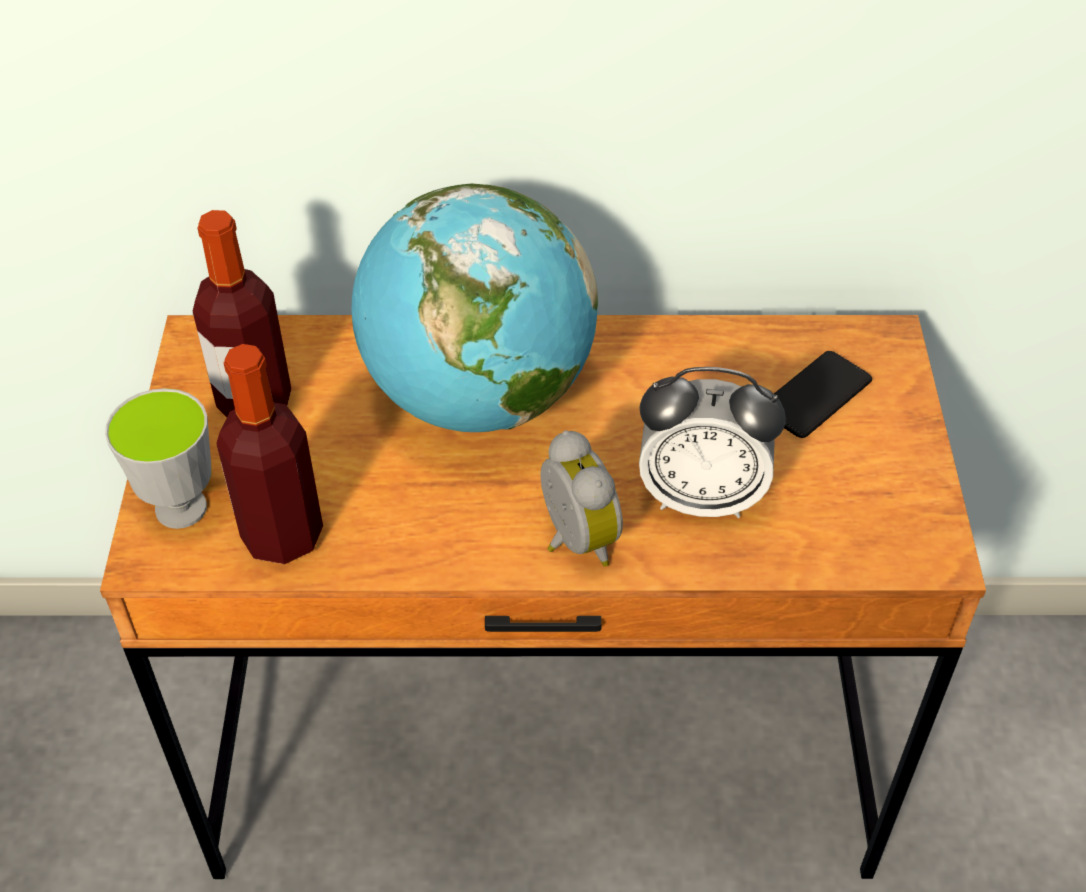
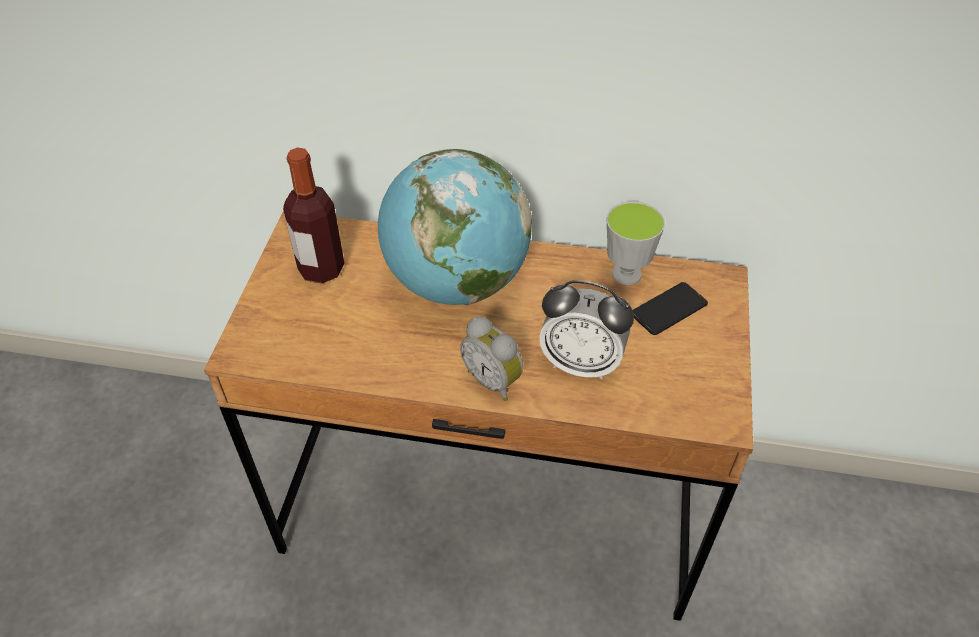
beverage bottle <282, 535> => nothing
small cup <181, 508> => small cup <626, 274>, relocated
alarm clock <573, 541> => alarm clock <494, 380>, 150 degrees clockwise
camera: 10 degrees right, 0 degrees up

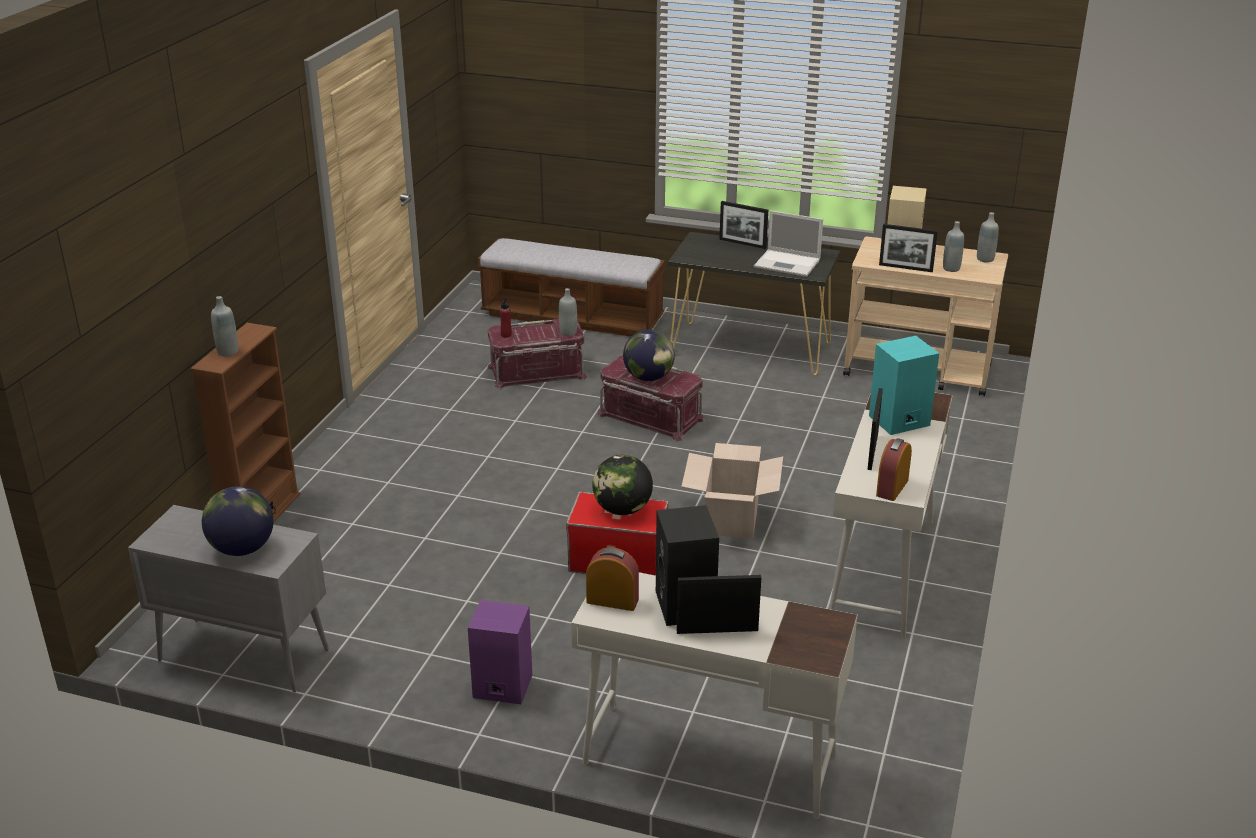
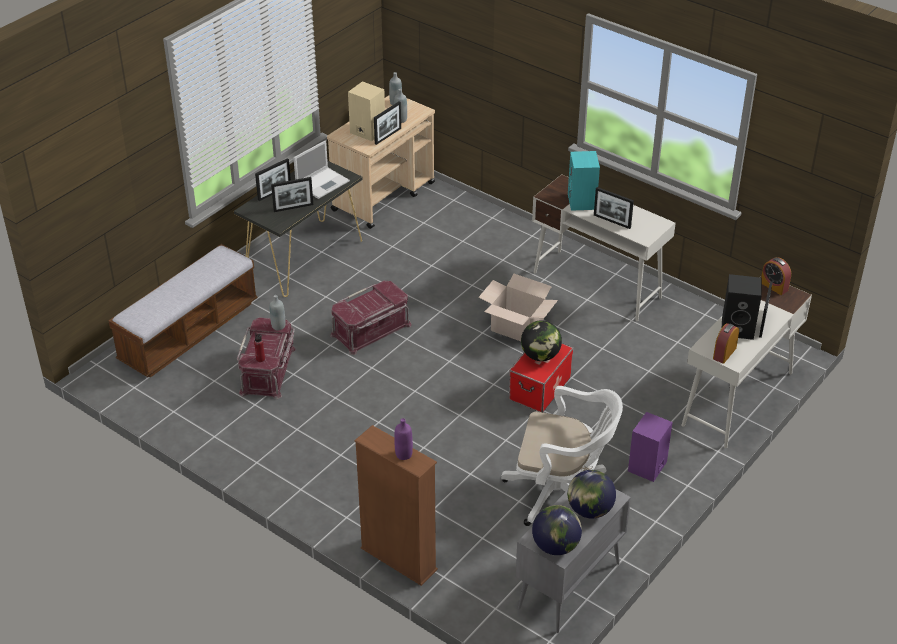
nothing => standing frame <293, 207>
nothing => white computer chair <561, 493>
world globe <649, 378> => world globe <556, 546>, relocated
alarm clock <892, 488> => alarm clock <774, 286>, relocated
grey beverage bottle <228, 352> => purple-coloured beverage bottle <403, 454>
camera: 70 degrees left, 10 degrees up

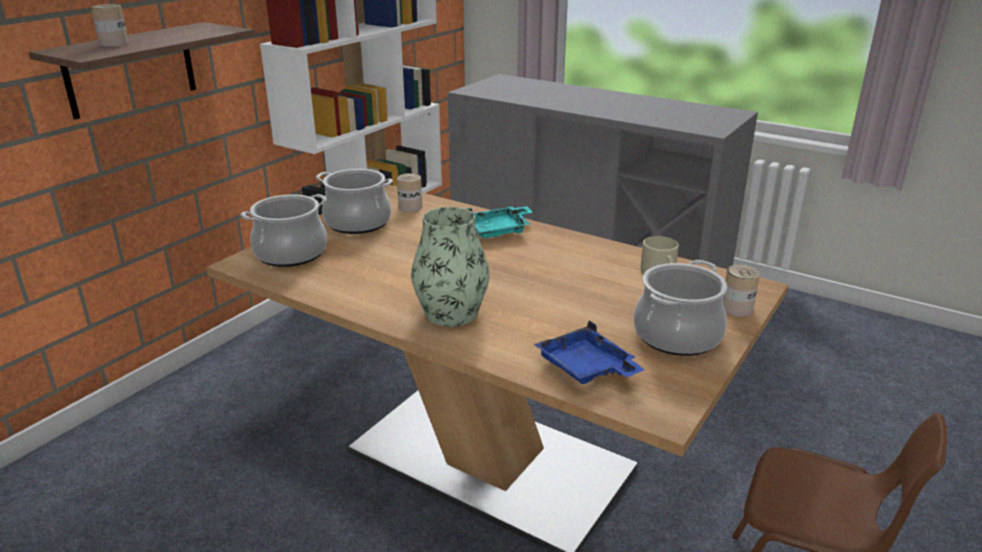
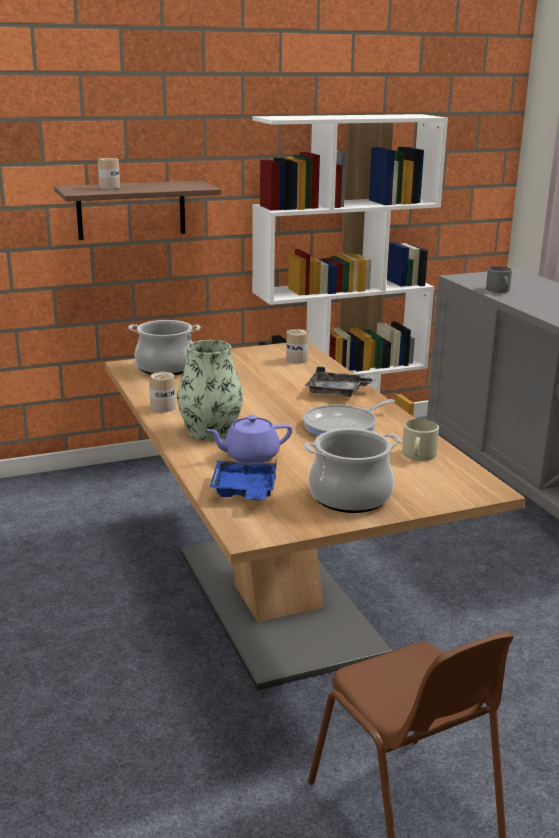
saucepot <358, 223> => nothing
nothing => purple-coloured teapot <250, 456>
nothing => frying pan <343, 426>
nothing => grey mug <499, 290>
sealed can <737, 308> => sealed can <163, 407>, relocated
turquoise-coloured tray <499, 230> => grey tray <337, 392>
camera: 35 degrees right, 5 degrees down

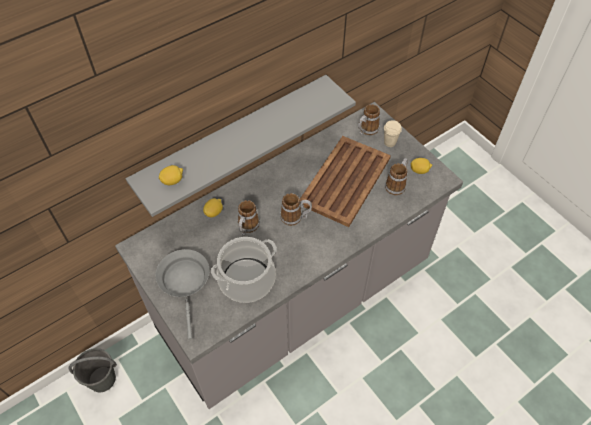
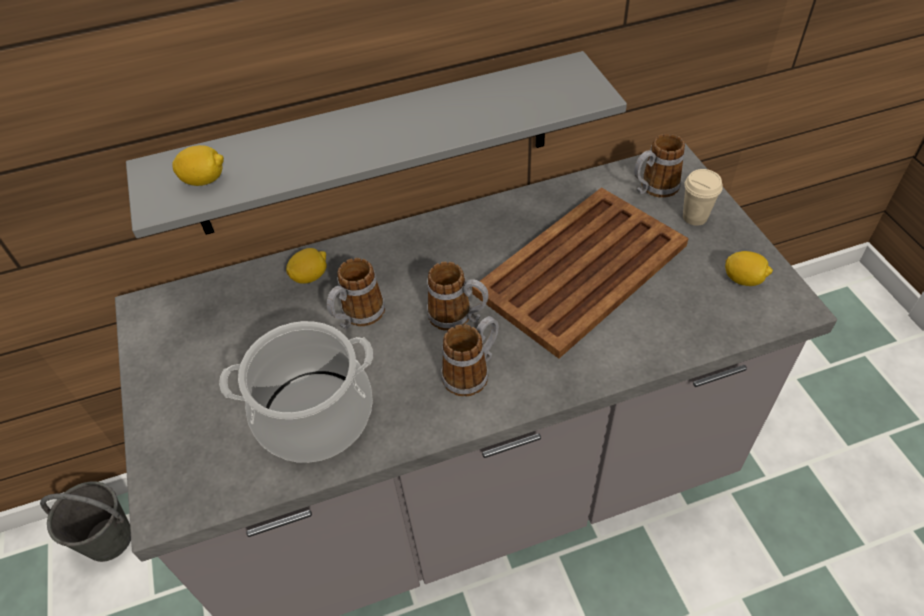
grey frying pan <185, 282> => nothing
mug <396, 184> => mug <472, 372>, relocated
camera: 20 degrees right, 5 degrees down

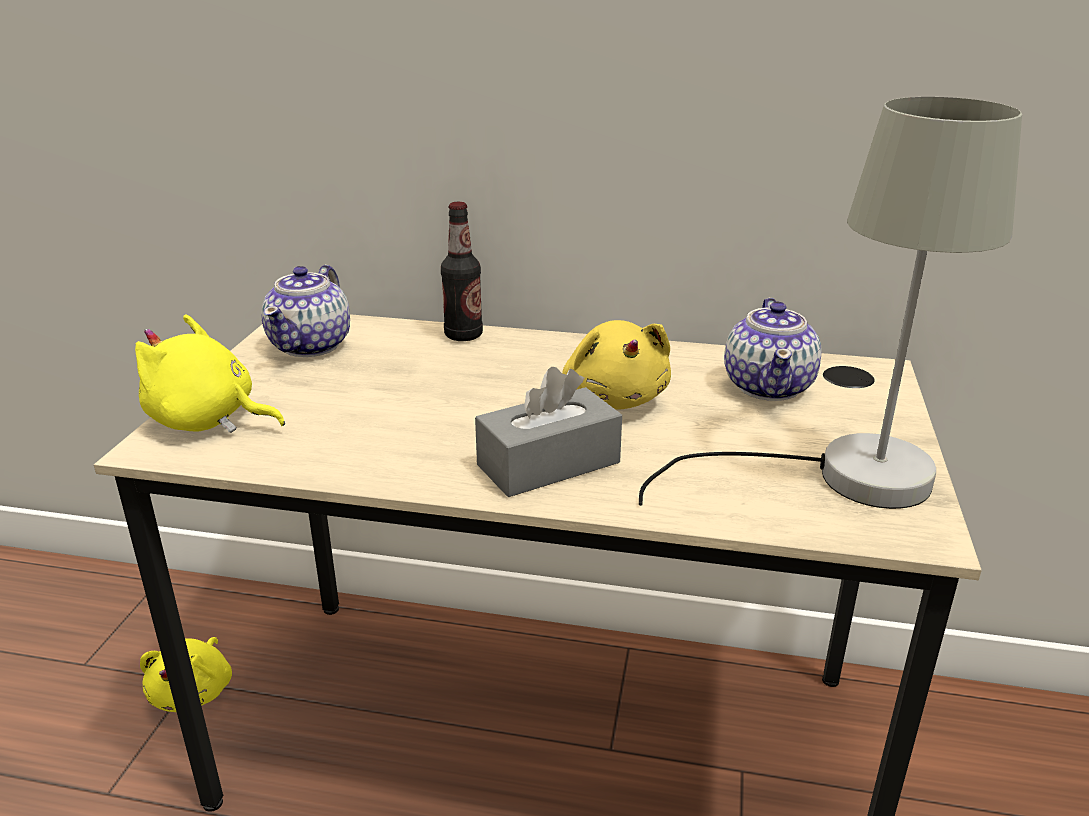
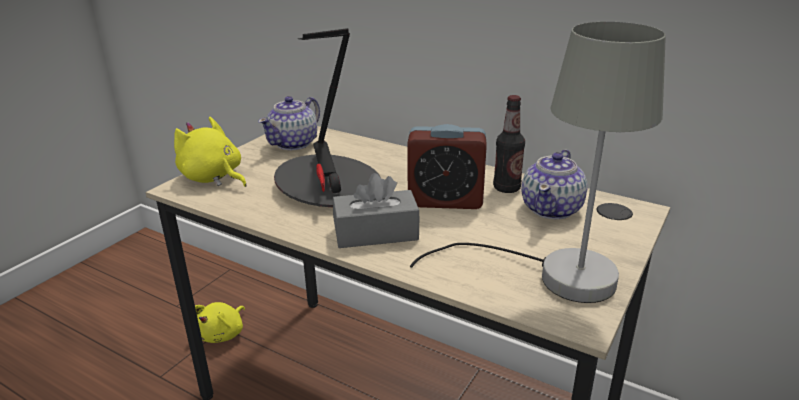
nothing => table lamp <328, 185>
beverage bottle <463, 335> => beverage bottle <506, 188>, relocated
yellow-coloured soft toy <614, 398> => alarm clock <445, 200>
camera: 20 degrees right, 0 degrees up

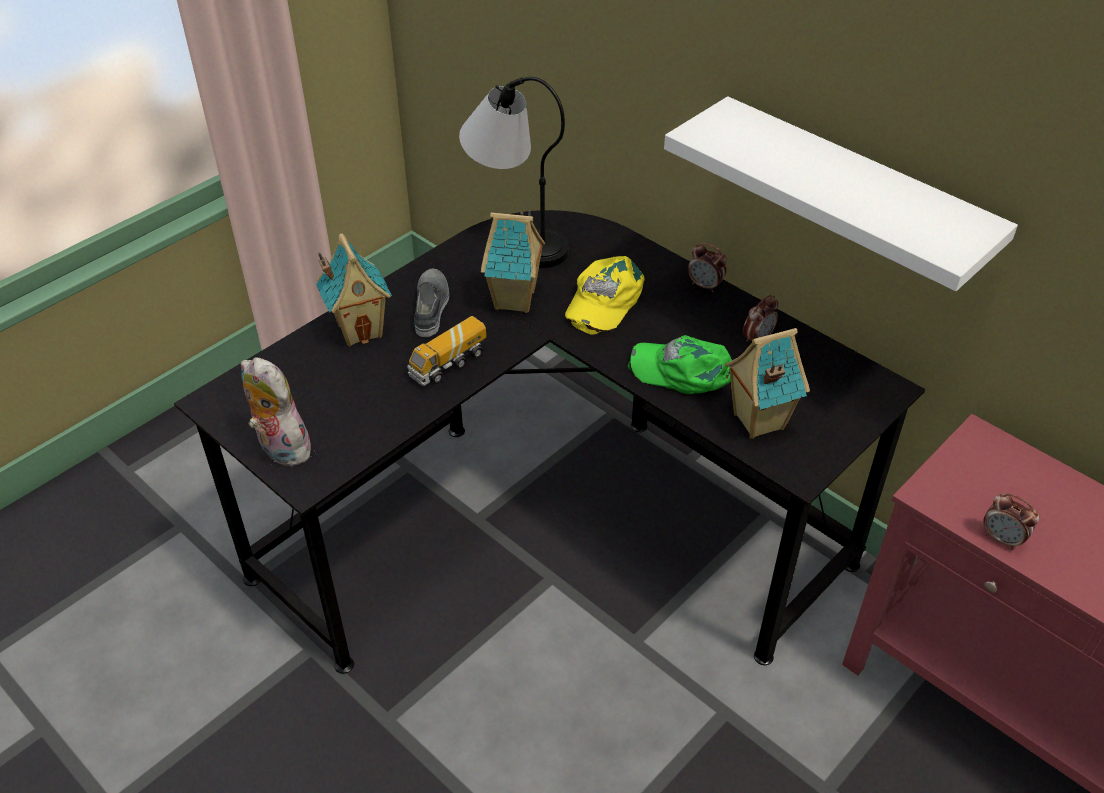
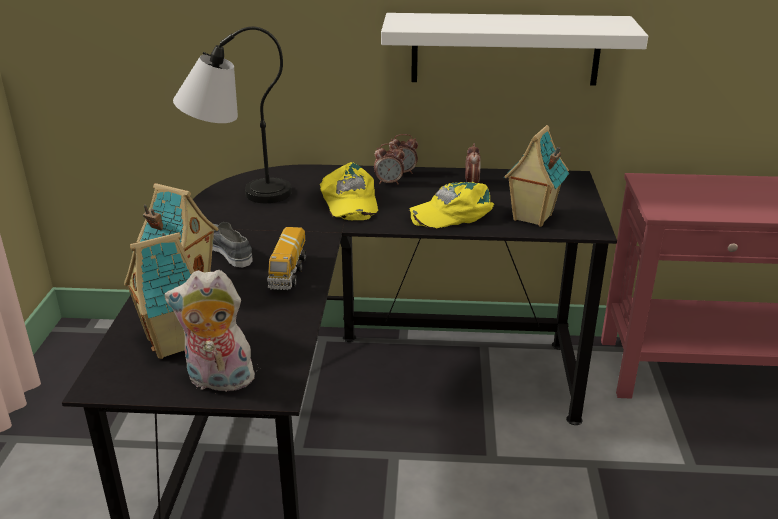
toy house <515, 301> => toy house <174, 343>, relocated
alarm clock <1002, 539> => alarm clock <389, 182>, relocated
green baseball cap <683, 370> => yellow-coloured baseball cap <452, 213>
camera: 40 degrees left, 15 degrees down

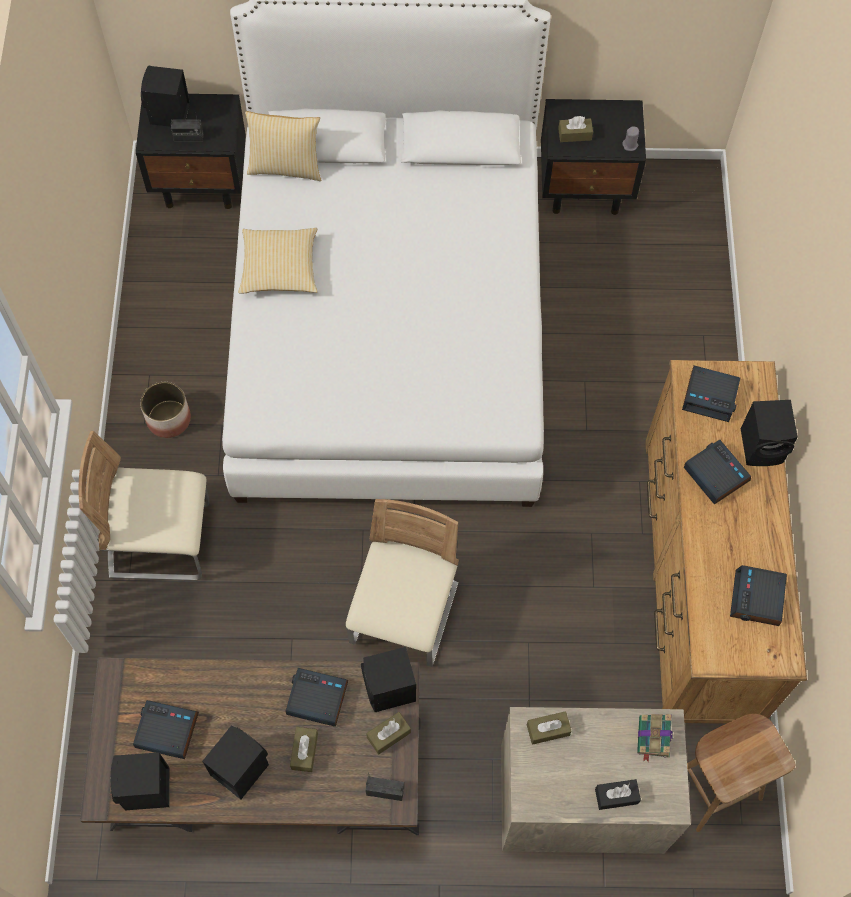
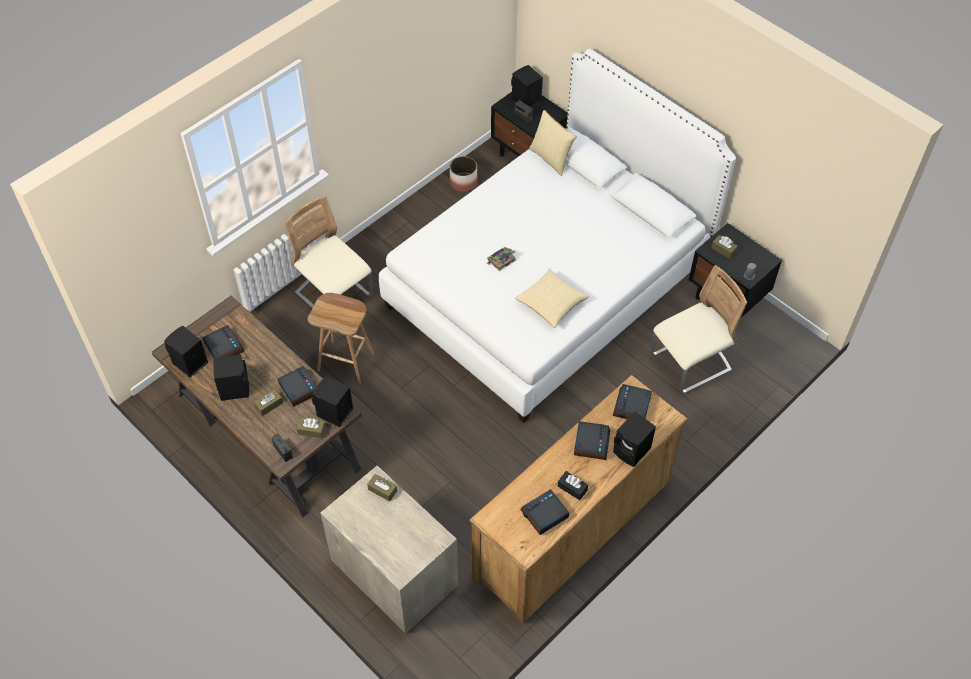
flower pot <168, 418> => flower pot <463, 182>, relocated
cushion <279, 269> => cushion <551, 304>, relocated
beige-coloured plain chair <404, 615> => beige-coloured plain chair <690, 363>, relocated
black-coloured tissue holder <616, 796> => black-coloured tissue holder <572, 488>, relocated
volume <654, 738> => volume <501, 260>, relocated
brown stool seat <715, 785> => brown stool seat <347, 361>, relocated
alarm clock <710, 396> => alarm clock <632, 407>, 45 degrees clockwise
camera: 45 degrees right, 10 degrees down

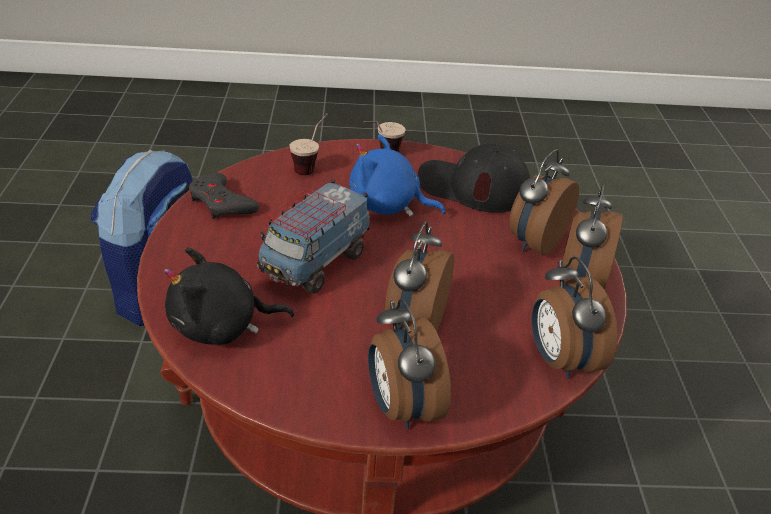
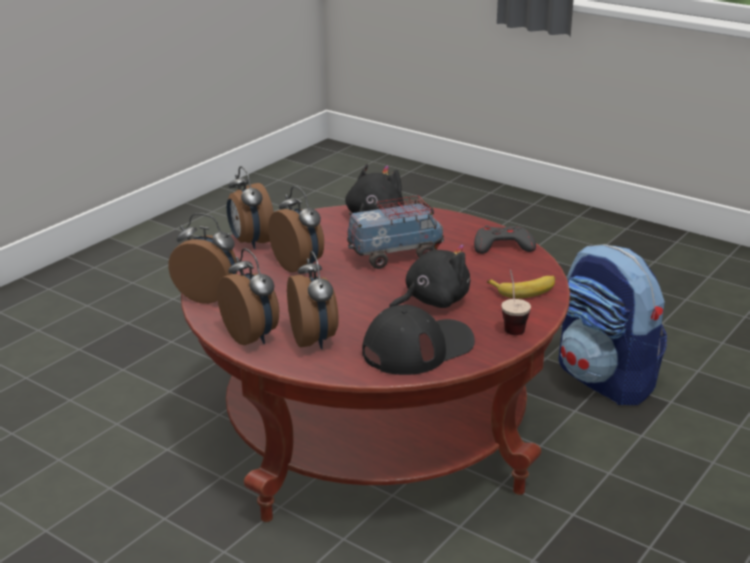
small cup <311, 166> => banana fruit <525, 290>
blue-coloured soft toy <388, 205> => black-coloured soft toy <432, 301>
model truck <314, 264> => model truck <395, 256>, 90 degrees clockwise
alarm clock <401, 407> => alarm clock <250, 242>, 135 degrees counterclockwise
camera: 130 degrees right, 10 degrees down

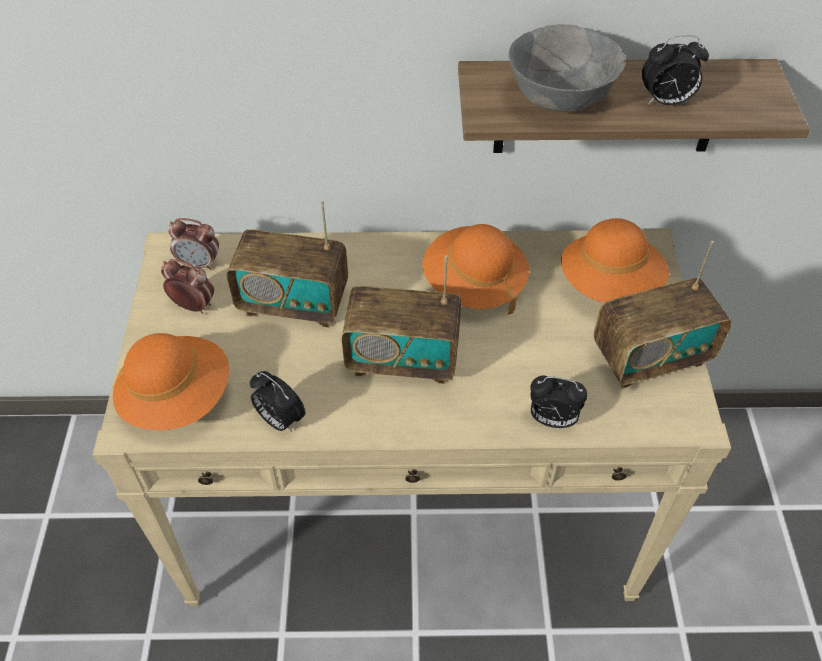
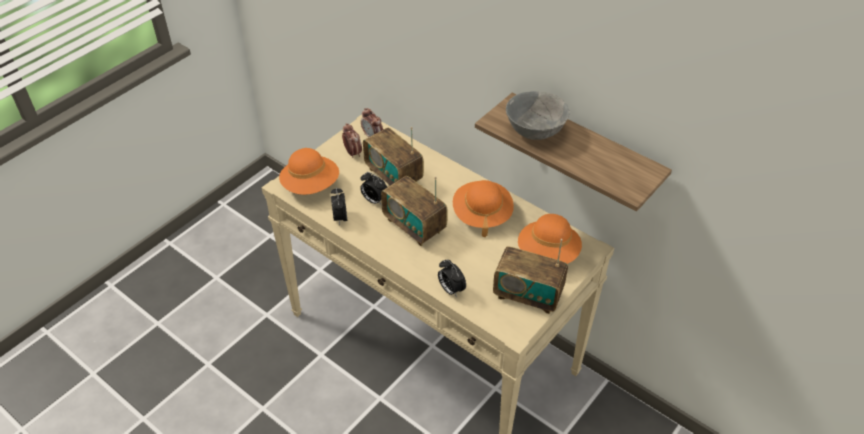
alarm clock <665, 102> => alarm clock <374, 200>, relocated
camera: 40 degrees right, 5 degrees down

